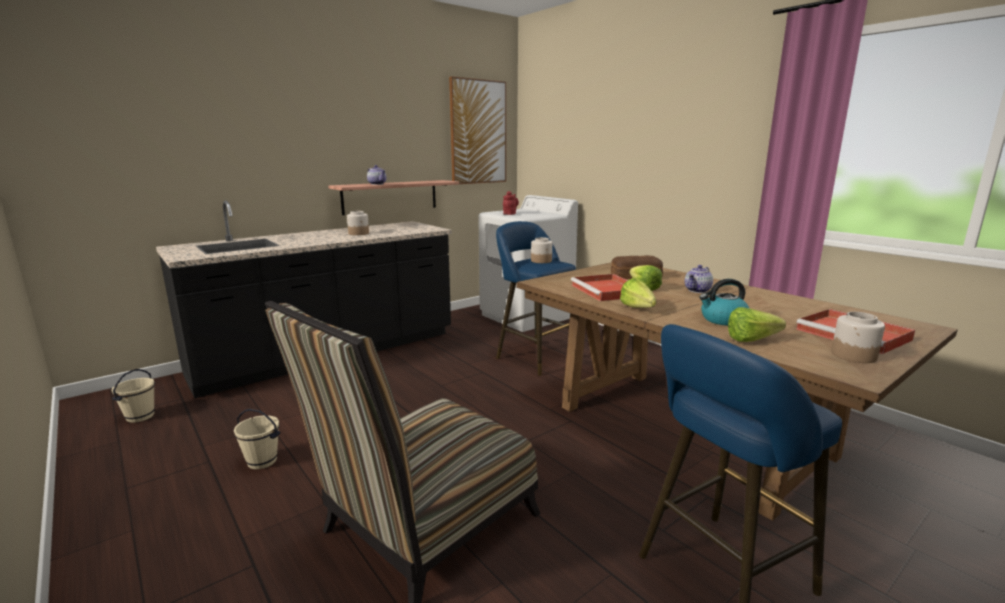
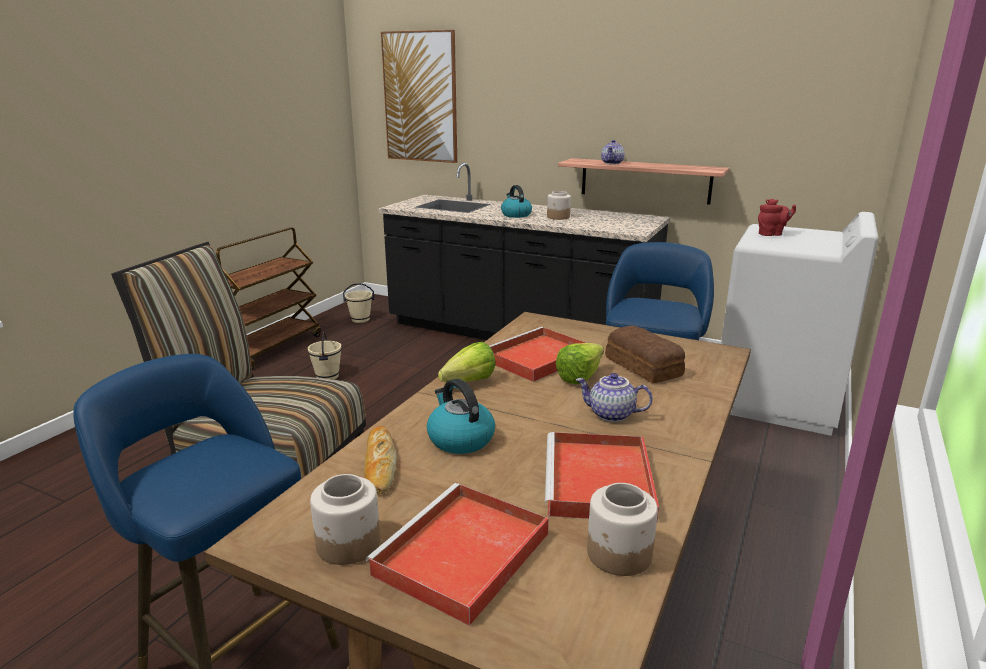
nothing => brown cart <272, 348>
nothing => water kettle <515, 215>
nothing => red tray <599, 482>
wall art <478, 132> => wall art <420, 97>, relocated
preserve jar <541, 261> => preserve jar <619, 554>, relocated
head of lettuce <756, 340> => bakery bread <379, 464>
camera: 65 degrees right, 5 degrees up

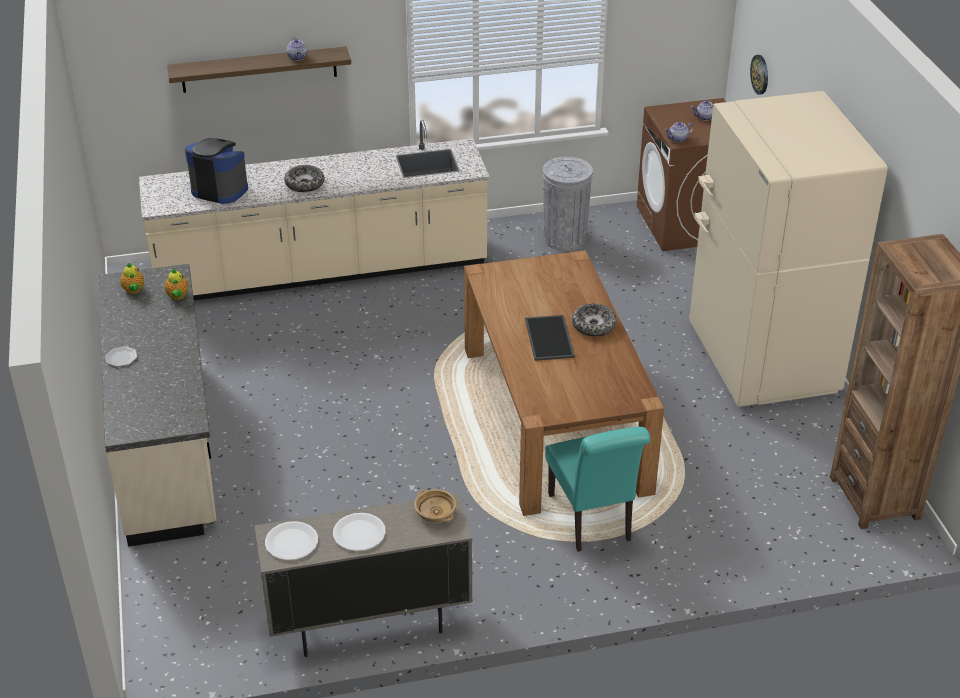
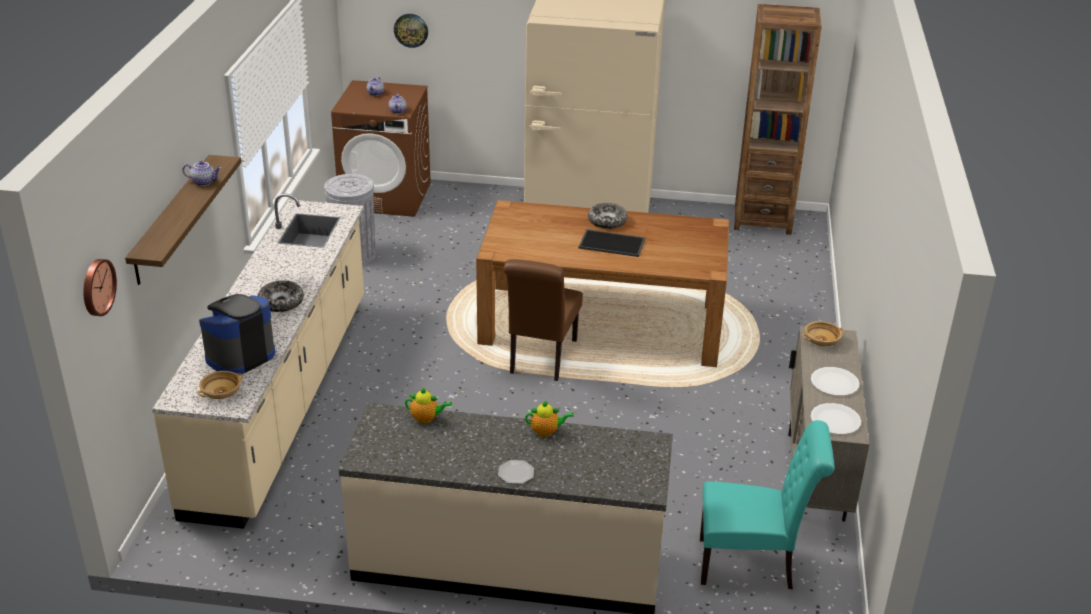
nothing => clock on the wall <96, 287>
nothing => beige-coloured bowl <221, 393>
nothing => brown plain chair <541, 359>
teapot <134, 290> => teapot <546, 431>, relocated
turquoise-coloured plain chair <592, 521> => turquoise-coloured plain chair <752, 564>, relocated
camera: 70 degrees left, 5 degrees down

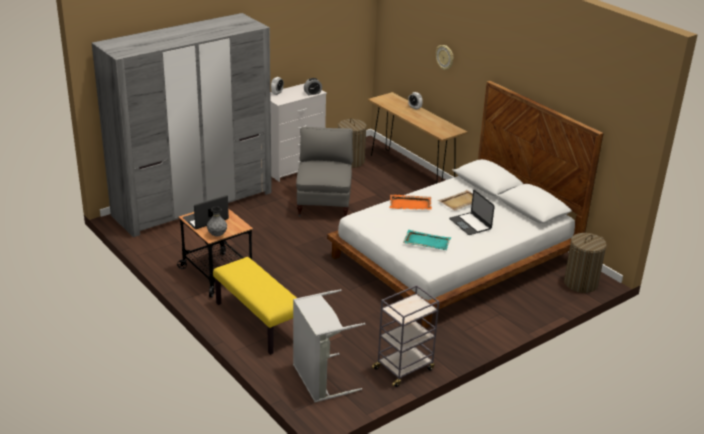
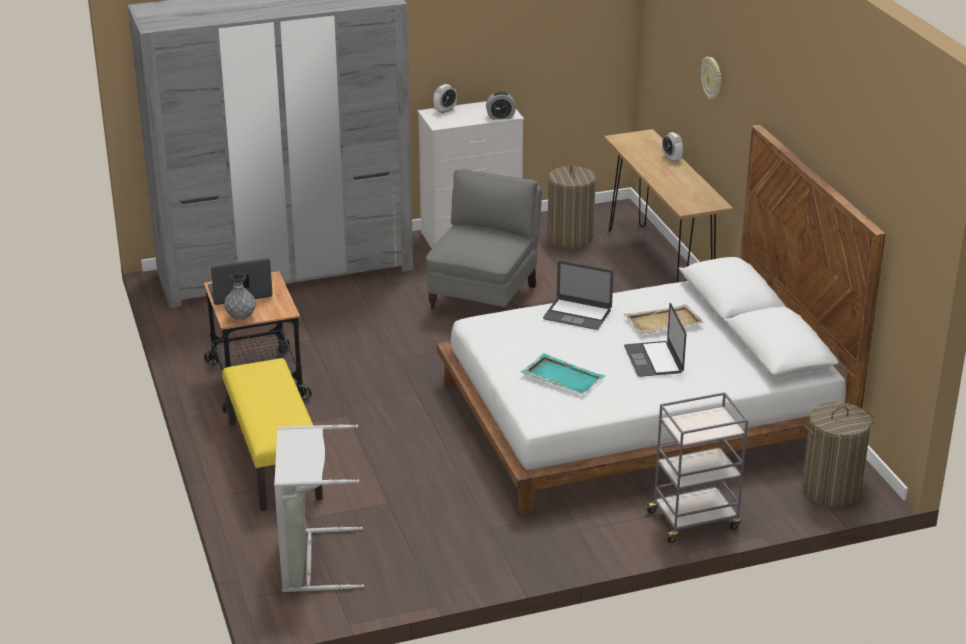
grey cart <404, 368> => grey cart <694, 520>, relocated
orange-coloured tray <410, 204> => laptop <577, 314>
camera: 20 degrees right, 0 degrees up

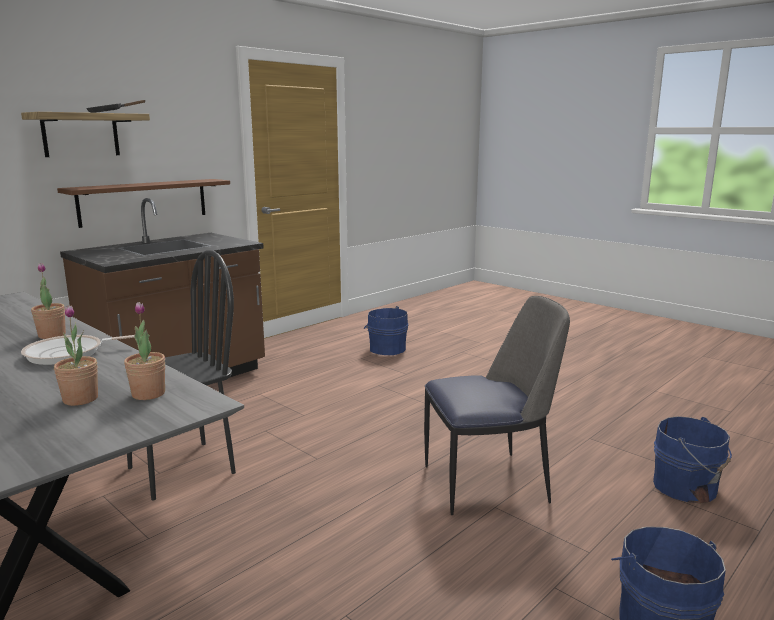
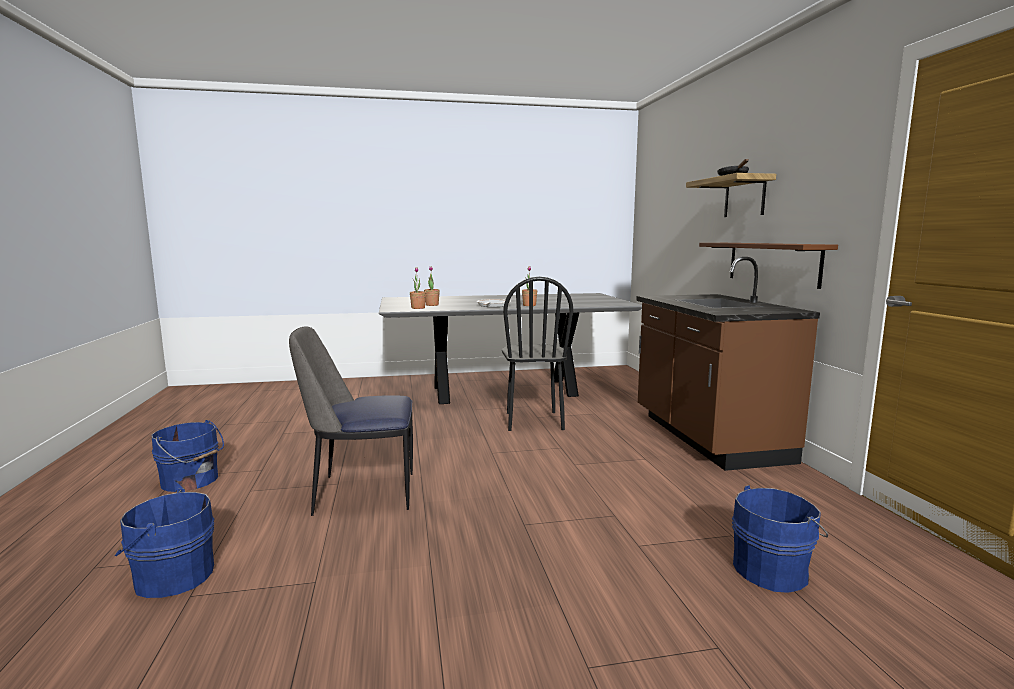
plain chair <489, 483> => plain chair <361, 493>, 60 degrees clockwise
camera: 125 degrees right, 5 degrees down

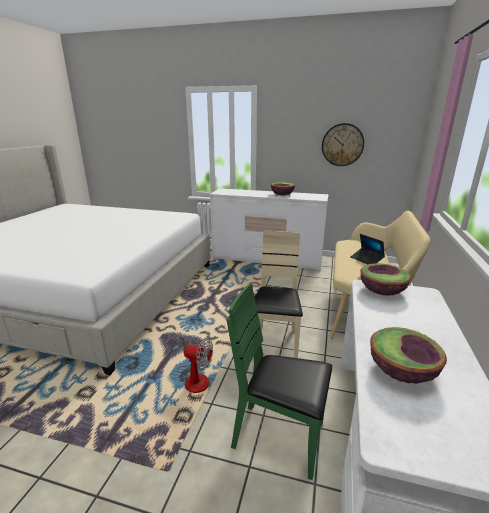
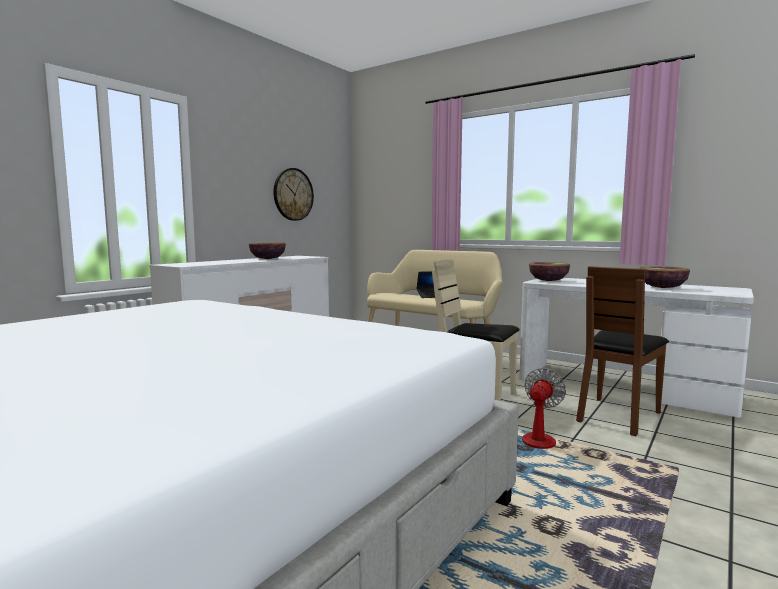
green plain chair <279, 437> => brown plain chair <617, 416>
camera: 70 degrees left, 15 degrees down

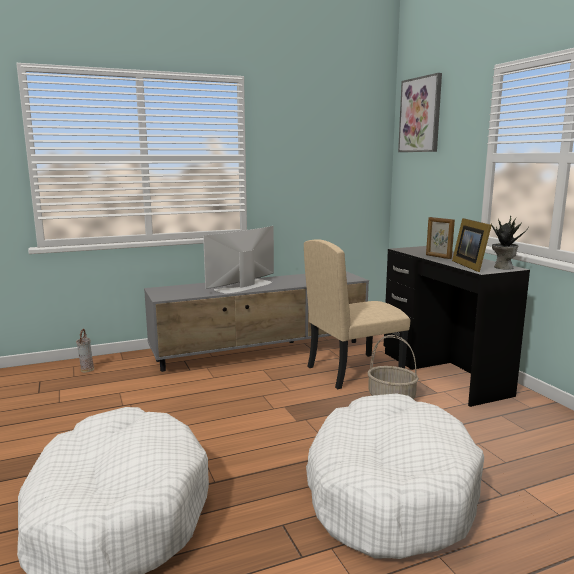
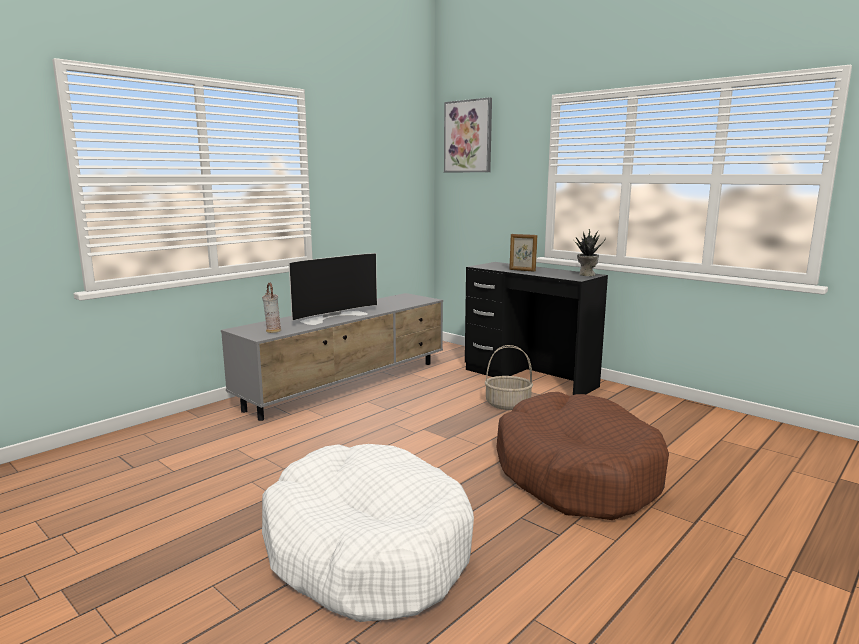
beige-coloured plain chair <354, 370> => nothing
standing frame <471, 265> => nothing
decorative vase <86, 370> => decorative vase <272, 331>, relocated
white dog cushion <389, 491> => brown dog cushion <576, 473>
TV set <245, 286> => TV set <333, 316>, 150 degrees counterclockwise
camera: 25 degrees left, 0 degrees up

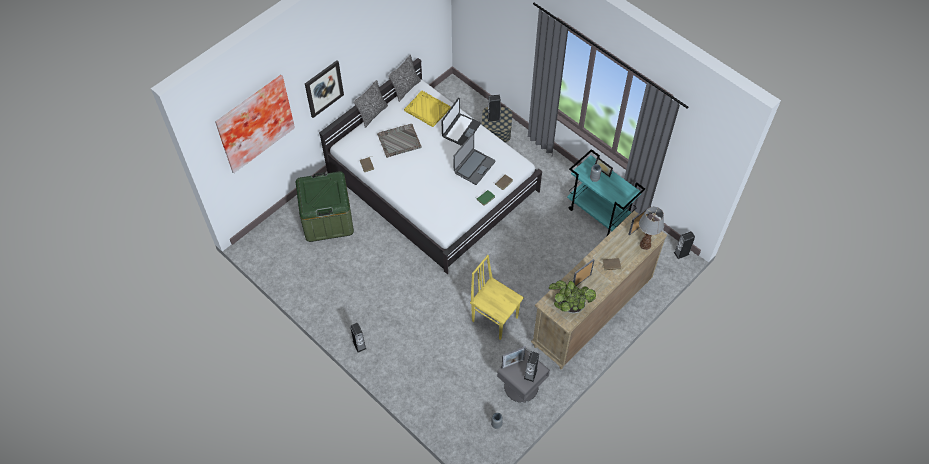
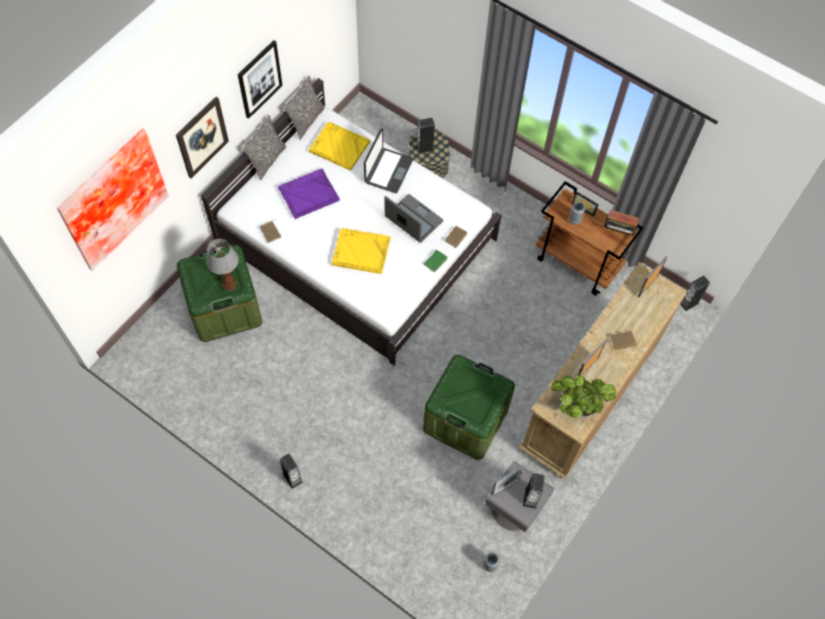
nothing => wall art <259, 79>
nothing => yellow-coloured tray <360, 251>
nothing => radio <618, 232>
table lamp <645, 244> => table lamp <229, 283>, relocated
yellow-coloured plain chair <495, 318> => green storage container <465, 419>
grey tray <399, 141> => purple-coloured tray <308, 194>
turquoise-coloured cart <600, 215> => brown cart <578, 262>
laptop <474, 167> => laptop <413, 220>, 75 degrees counterclockwise
camera: 10 degrees left, 5 degrees up

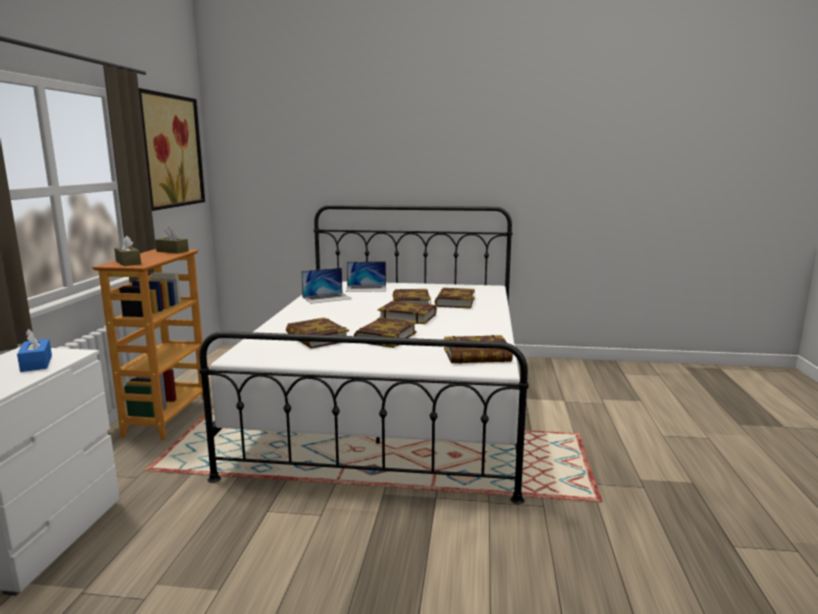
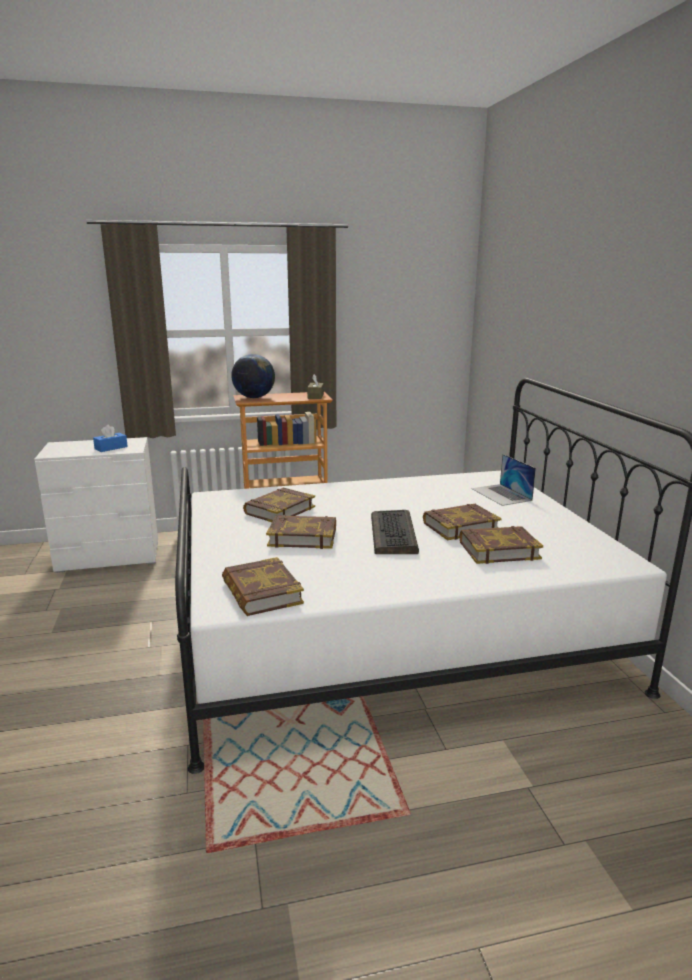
wall art <170, 151> => nothing
laptop <327, 298> => nothing
brown tissue holder <128, 262> => world globe <254, 397>
volume <408, 317> => computer keyboard <394, 534>
camera: 70 degrees right, 5 degrees up

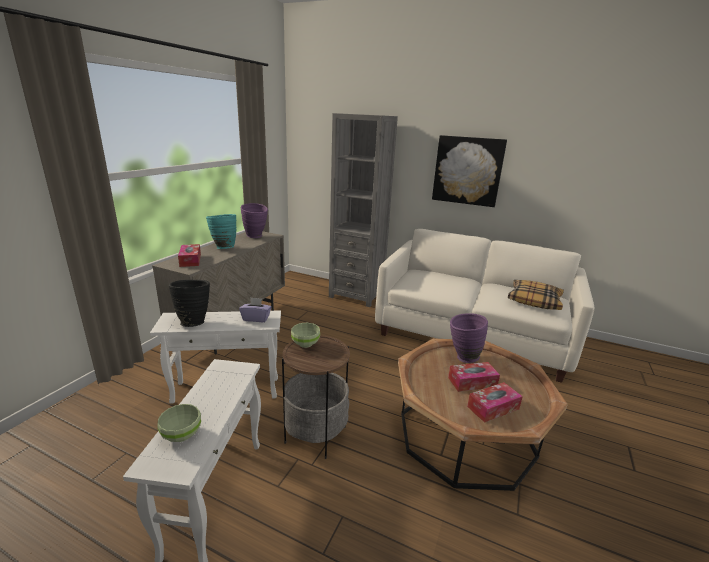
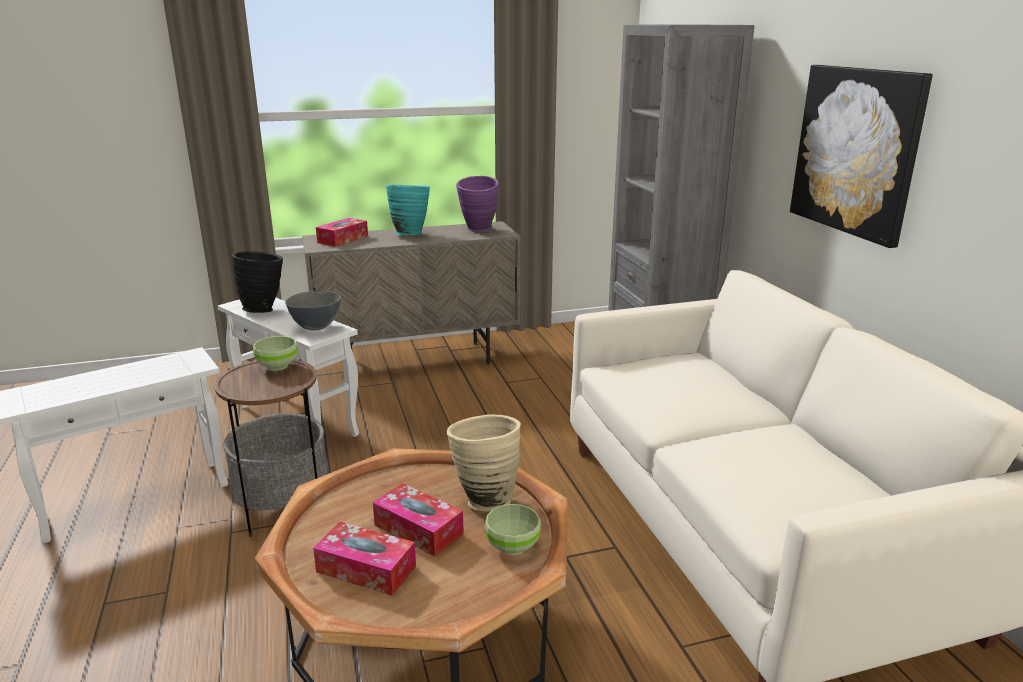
cushion <534, 300> => nothing
green bowl <181, 434> => green bowl <512, 545>, relocated
purple-coloured tissue holder <256, 318> => grey bowl <315, 327>
purple-coloured decorative vase <462, 357> => beige-coloured decorative vase <484, 498>
camera: 50 degrees right, 0 degrees up

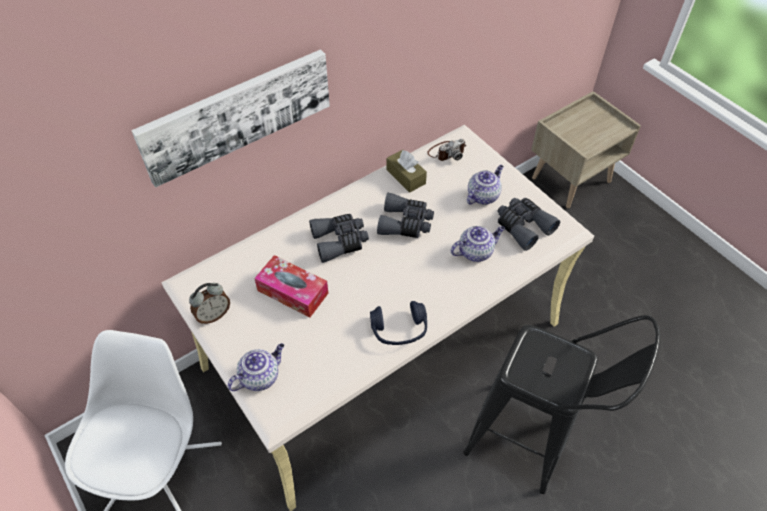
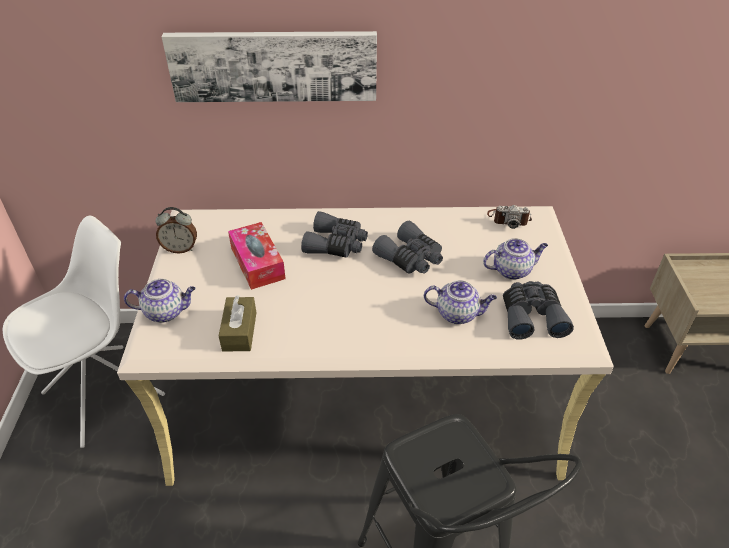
blue-coloured headset <399, 329> => nothing
brown tissue holder <406, 176> => brown tissue holder <239, 331>, relocated
camera: 35 degrees right, 10 degrees down

